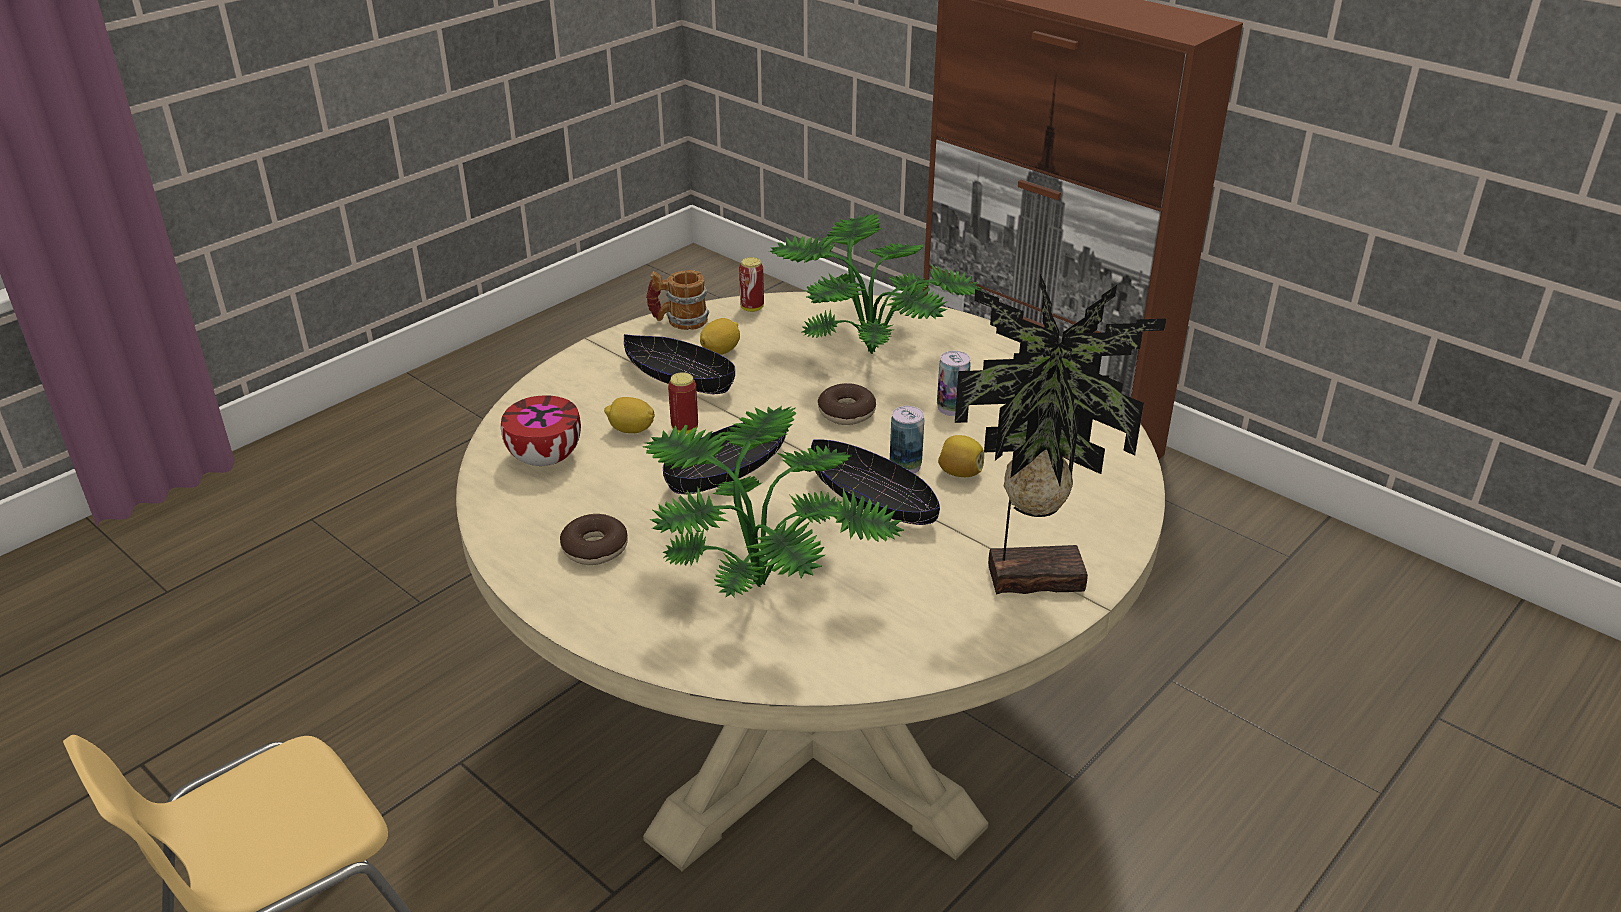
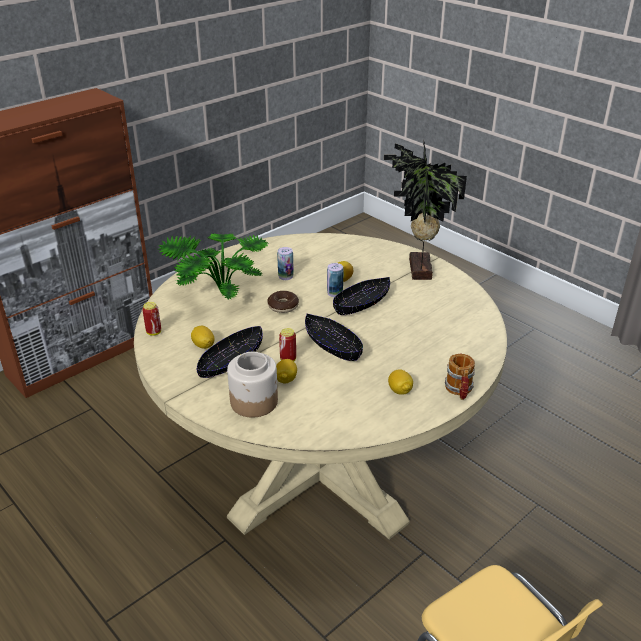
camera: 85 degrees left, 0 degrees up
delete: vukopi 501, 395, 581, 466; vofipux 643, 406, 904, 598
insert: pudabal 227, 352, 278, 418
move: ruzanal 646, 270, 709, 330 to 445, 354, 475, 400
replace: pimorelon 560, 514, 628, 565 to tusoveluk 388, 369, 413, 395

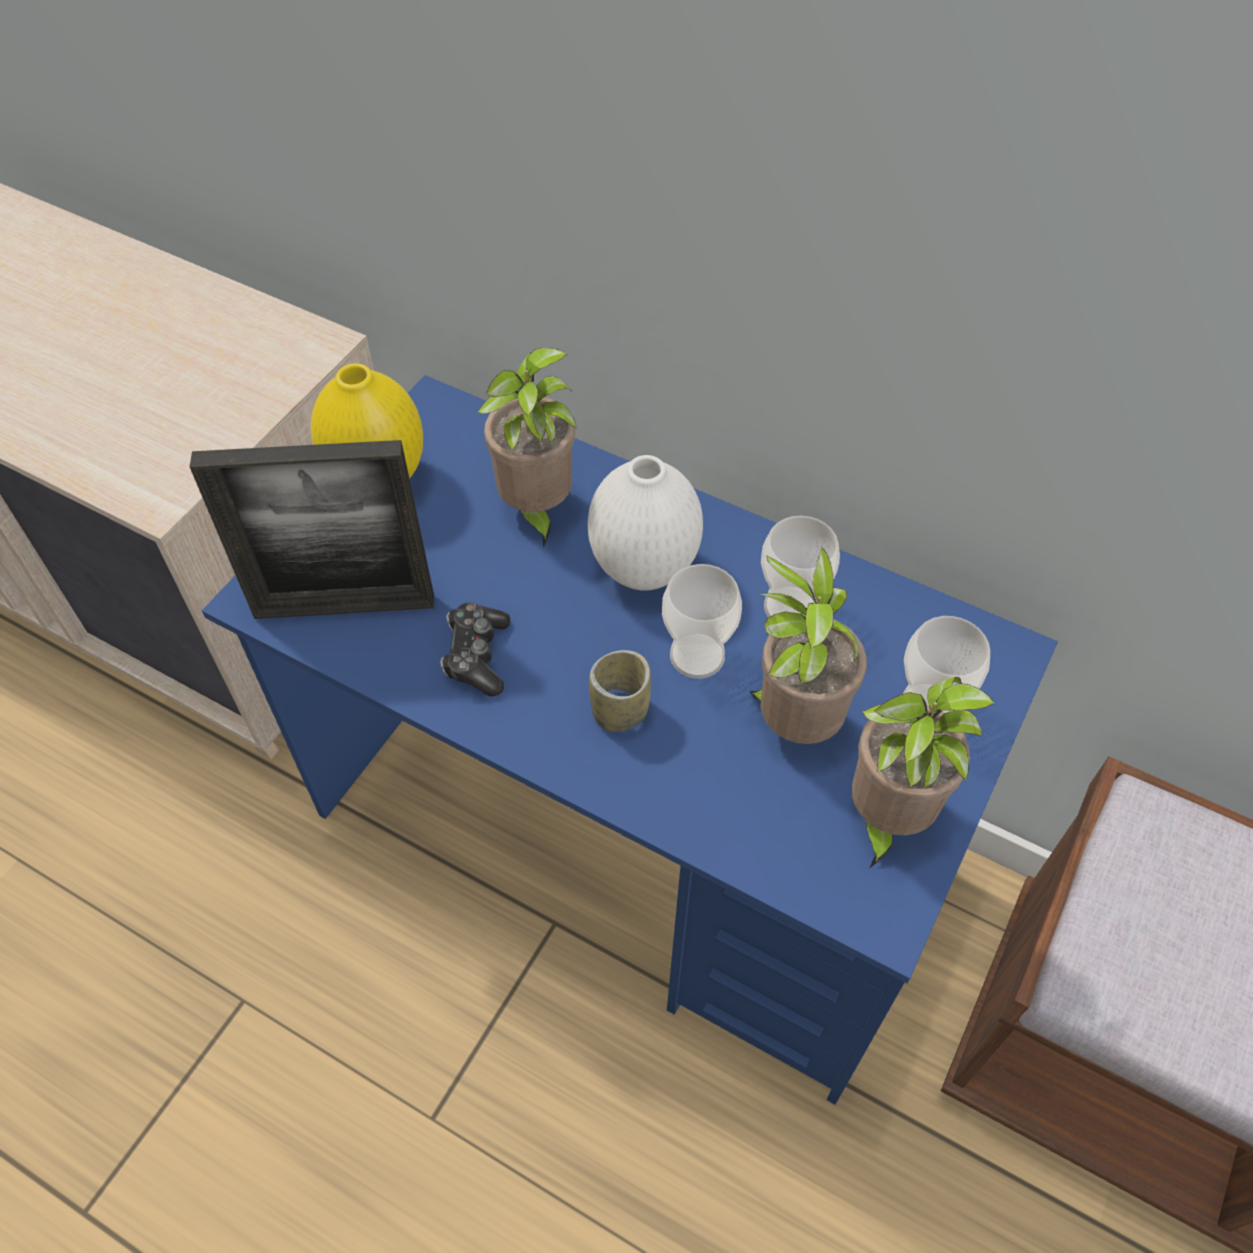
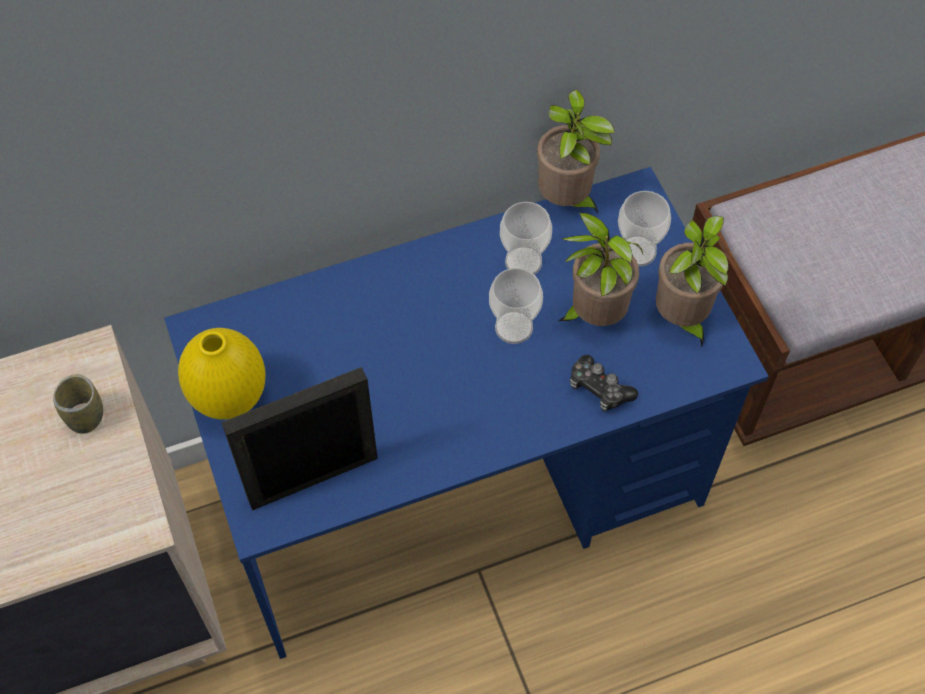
camera: 50 degrees left, 5 degrees up
delete: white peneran 588, 455, 703, 591
move: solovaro 440, 602, 511, 696 to 570, 355, 638, 411; vofipux 477, 348, 577, 548 to 537, 90, 614, 214; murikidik 589, 650, 651, 732 to 53, 374, 103, 434
rotate: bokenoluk 189, 440, 434, 619 = 221, 367, 378, 510 150 degrees counterclockwise

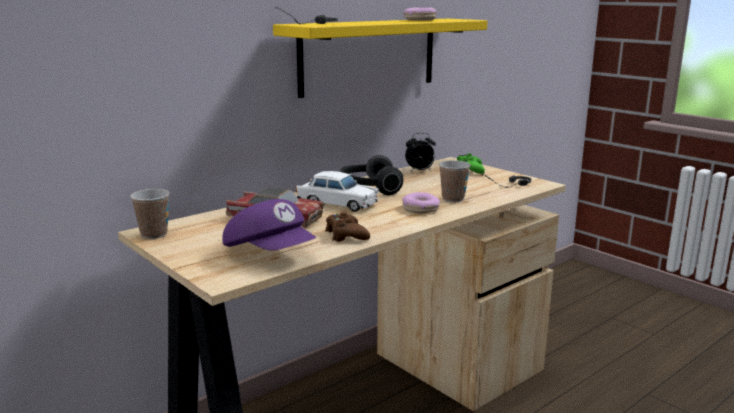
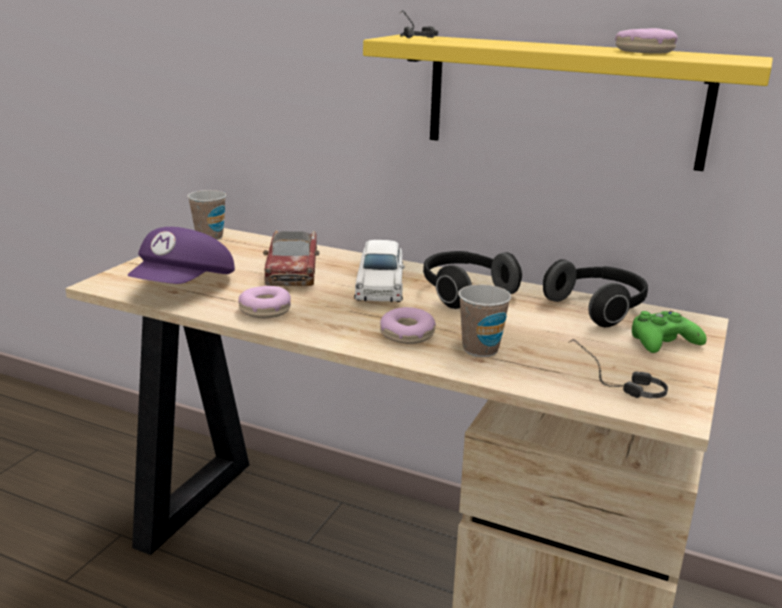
camera: 65 degrees right, 5 degrees up
replace: brown solovaro 325, 212, 370, 242 to pimorelon 238, 286, 291, 318; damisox 405, 133, 436, 171 to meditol 543, 259, 648, 327

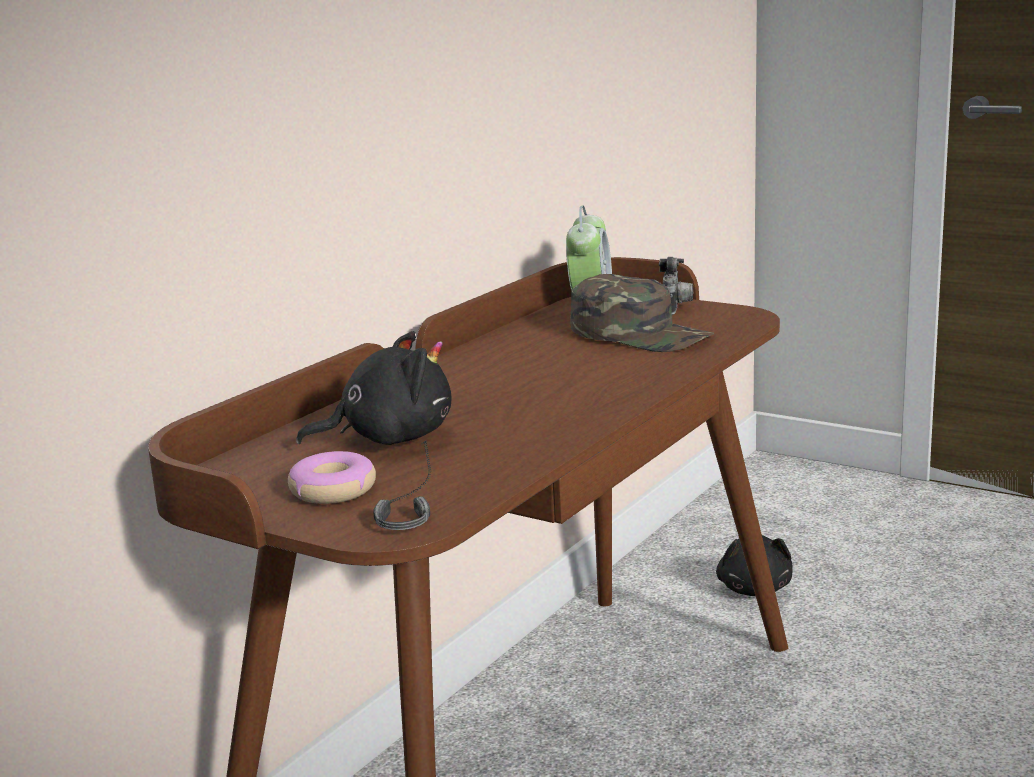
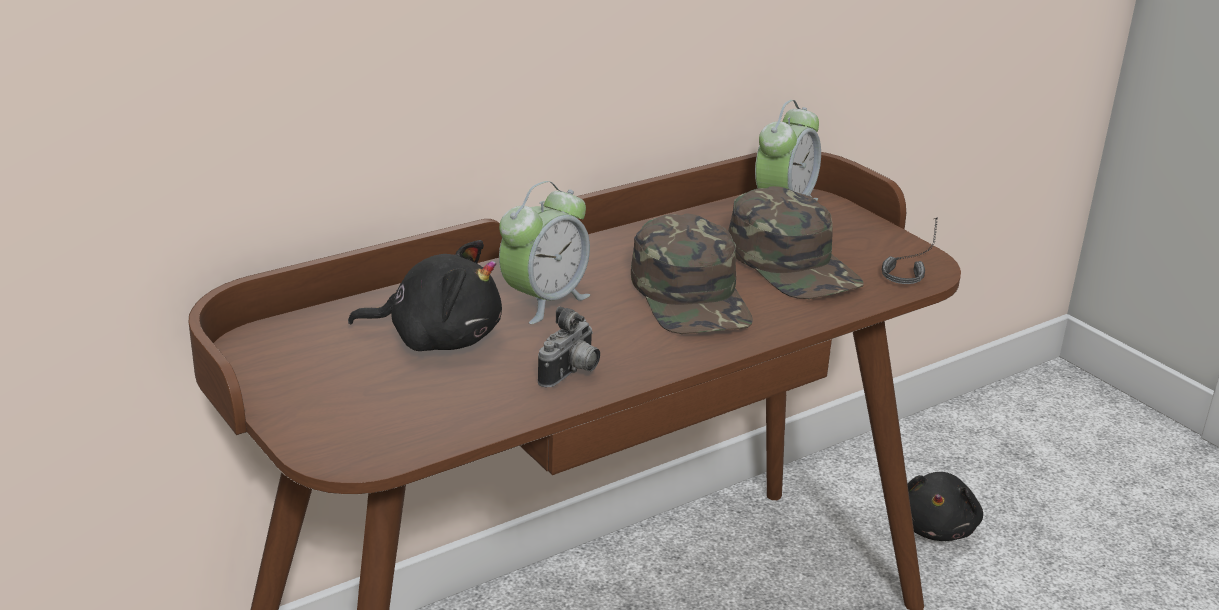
camera: 20 degrees right, 10 degrees up
delete: pimorelon 288, 451, 376, 504
insert: damisox 499, 181, 590, 324; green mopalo 631, 214, 753, 334
move: meditol 373, 441, 431, 530 to 882, 217, 938, 284; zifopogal 659, 257, 694, 315 to 538, 306, 600, 387

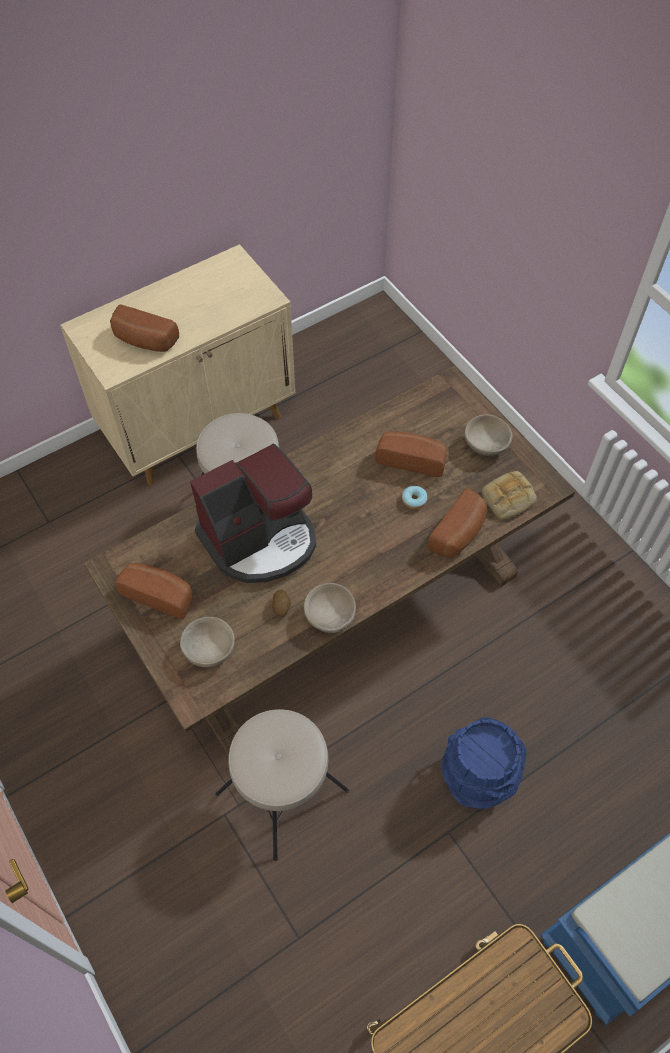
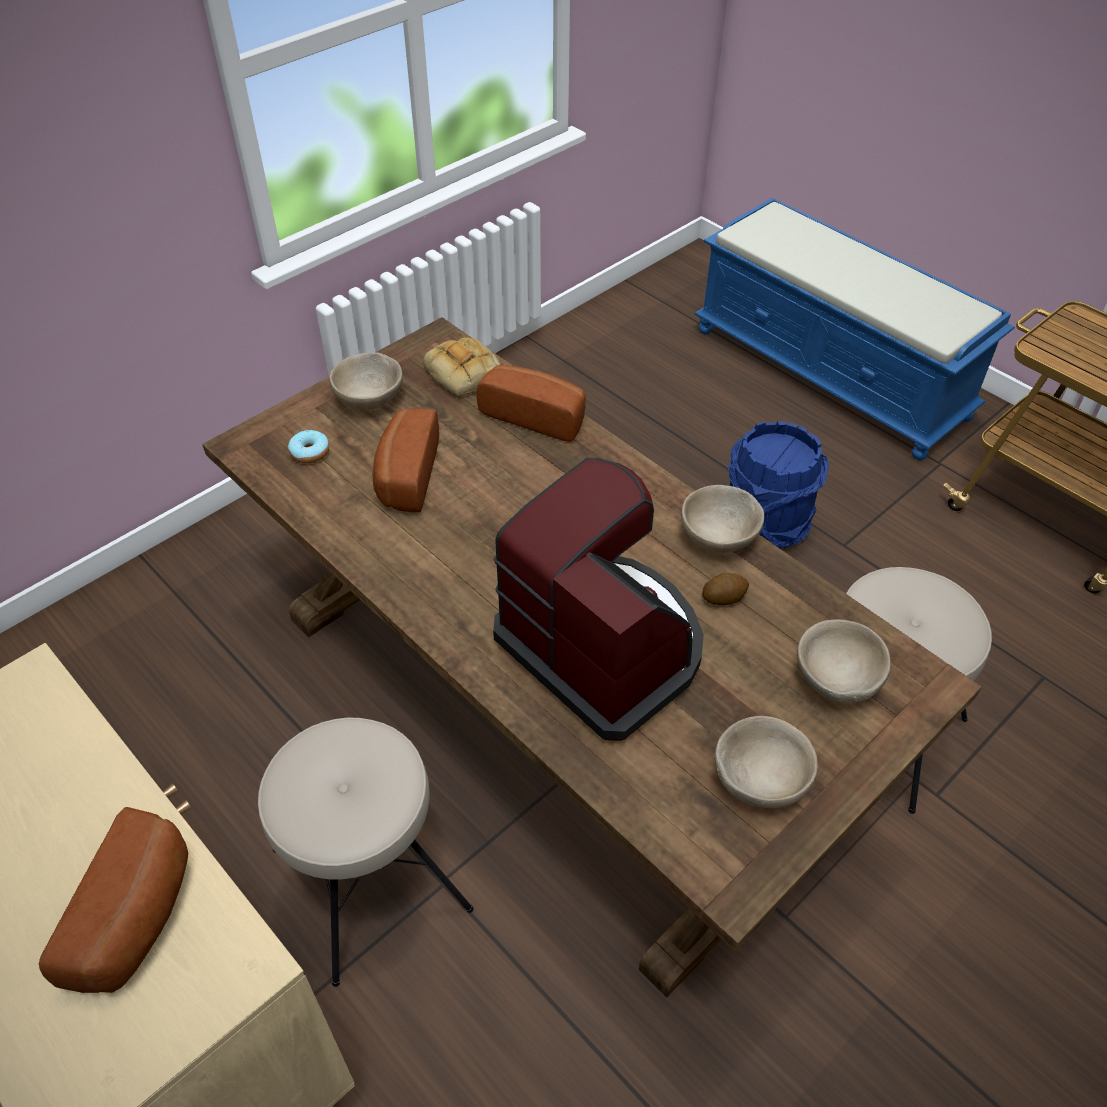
camera: 100 degrees left, 10 degrees down
move: pimorelon 402, 486, 427, 509 to 288, 430, 329, 464
replace: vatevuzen 115, 563, 192, 619 to beige vukopi 714, 716, 818, 808

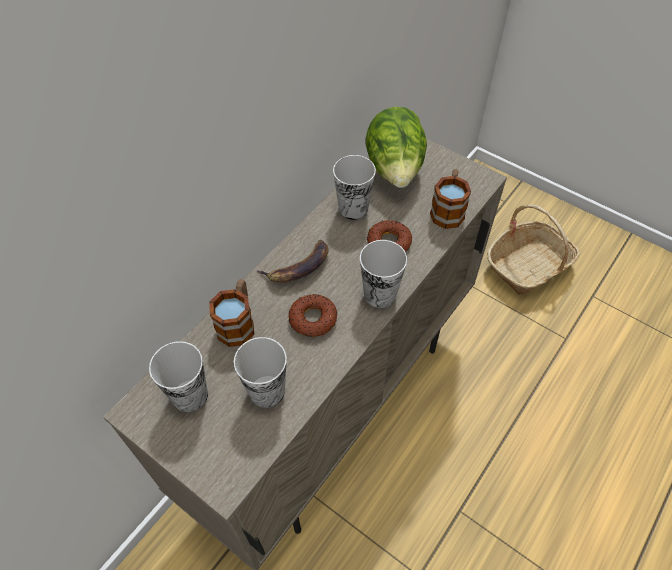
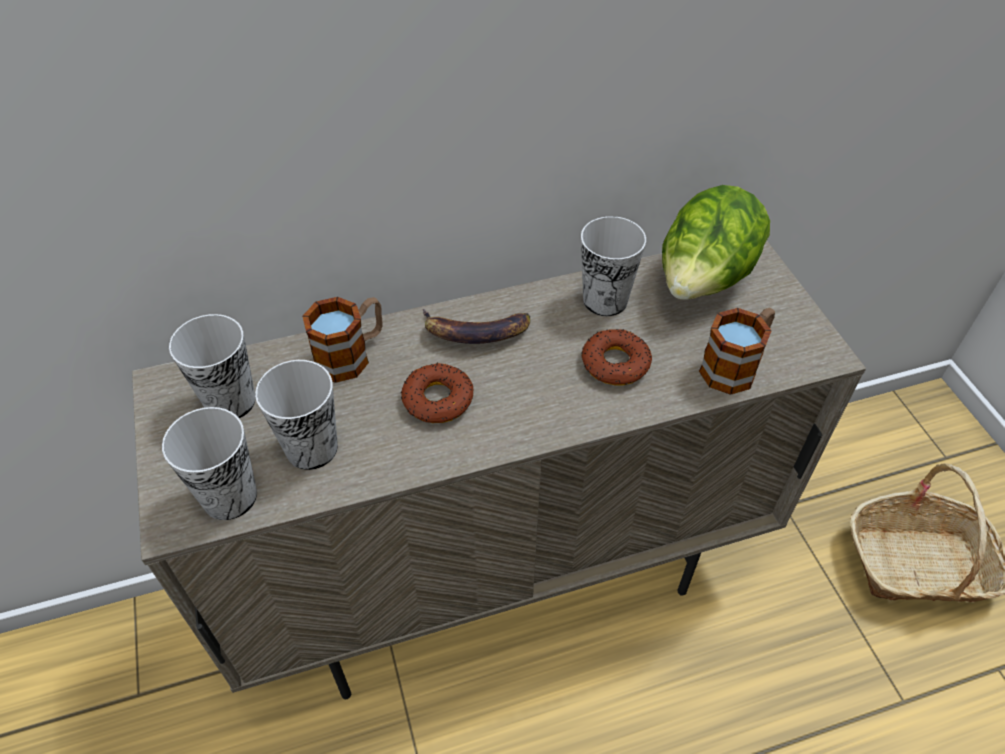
camera: 35 degrees right, 5 degrees down
move: murikidik 360, 240, 407, 308 to 162, 407, 257, 520

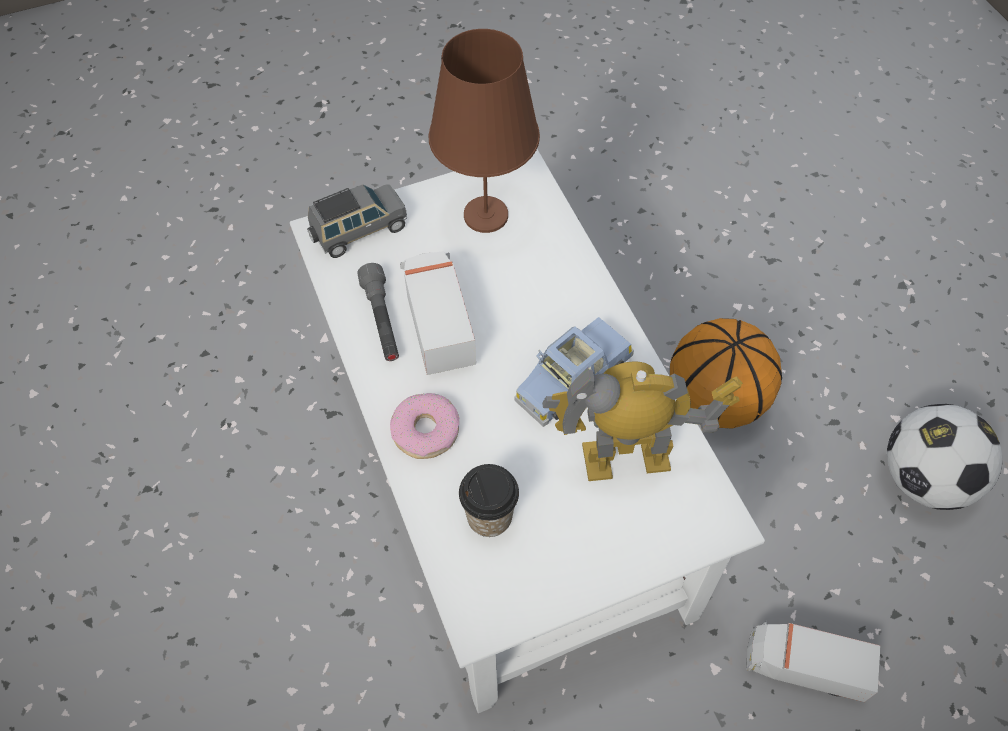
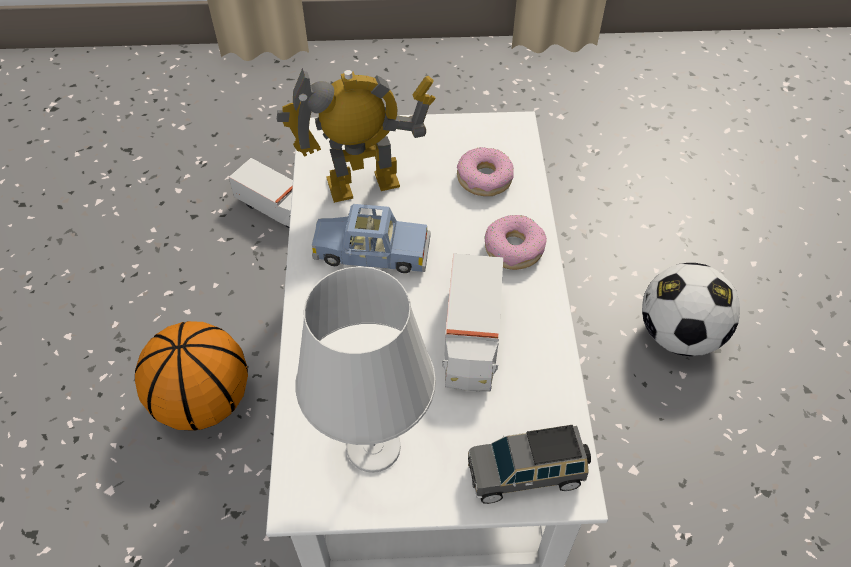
camera: 160 degrees left, 5 degrees down
delete: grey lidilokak 357, 263, 399, 361
move: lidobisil 887, 404, 1002, 510 to 642, 263, 740, 356
replace: murikidik 459, 464, 519, 537 to pimorelon 457, 147, 514, 196
recolor: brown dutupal 428, 29, 540, 233 to white dutupal 296, 267, 436, 473
rotate: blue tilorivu 514, 317, 634, 427 = 312, 204, 430, 273 150 degrees counterclockwise; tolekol 542, 361, 742, 481 = 277, 68, 436, 203 150 degrees clockwise

